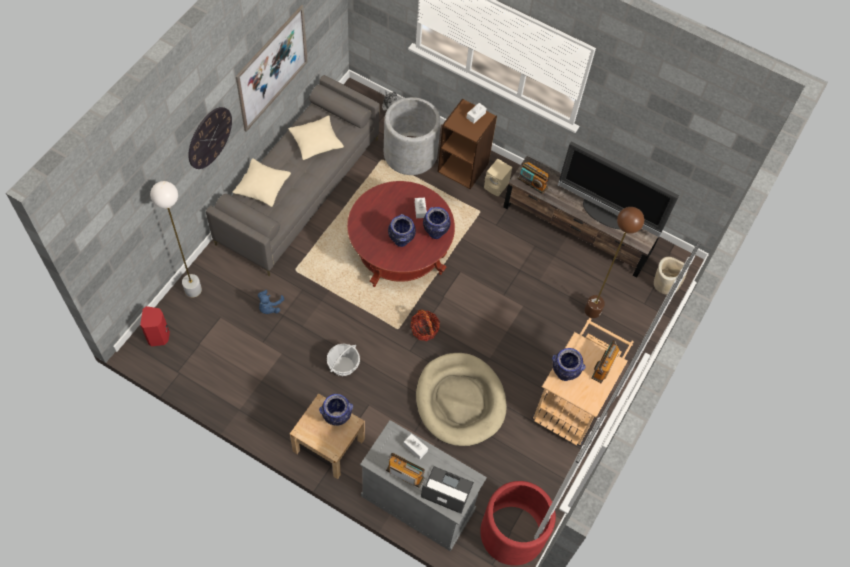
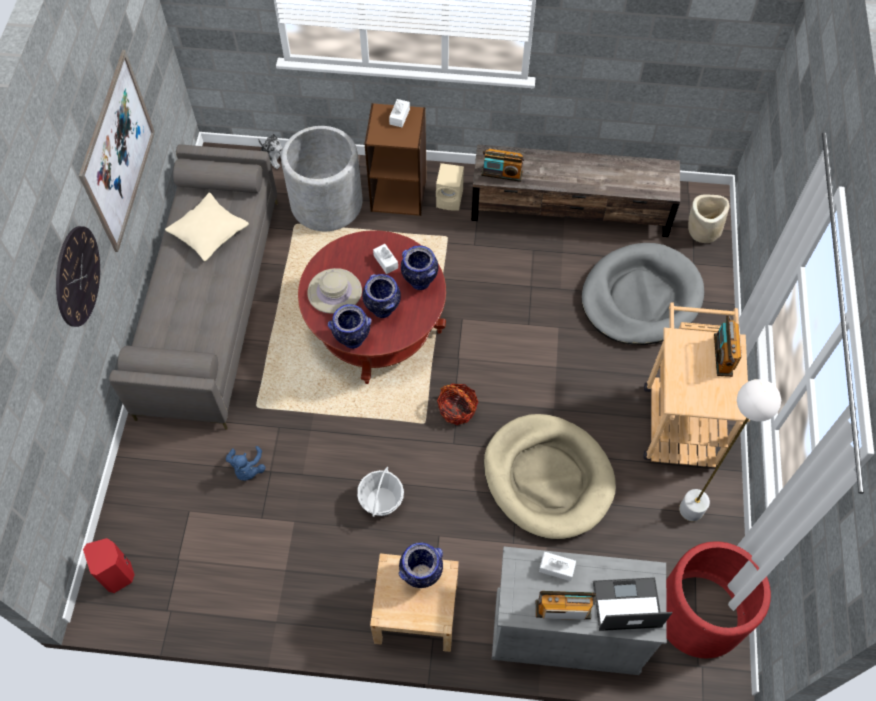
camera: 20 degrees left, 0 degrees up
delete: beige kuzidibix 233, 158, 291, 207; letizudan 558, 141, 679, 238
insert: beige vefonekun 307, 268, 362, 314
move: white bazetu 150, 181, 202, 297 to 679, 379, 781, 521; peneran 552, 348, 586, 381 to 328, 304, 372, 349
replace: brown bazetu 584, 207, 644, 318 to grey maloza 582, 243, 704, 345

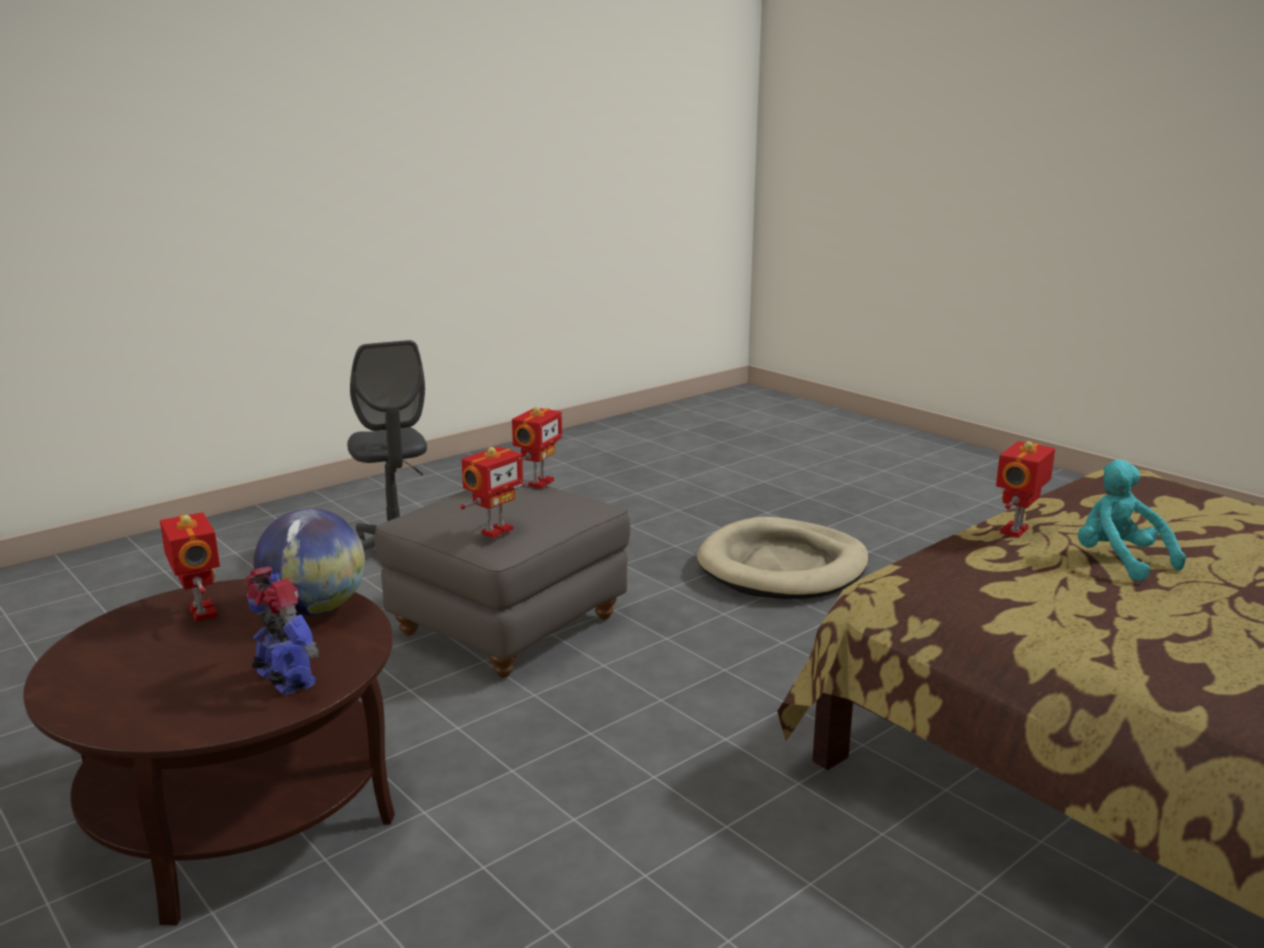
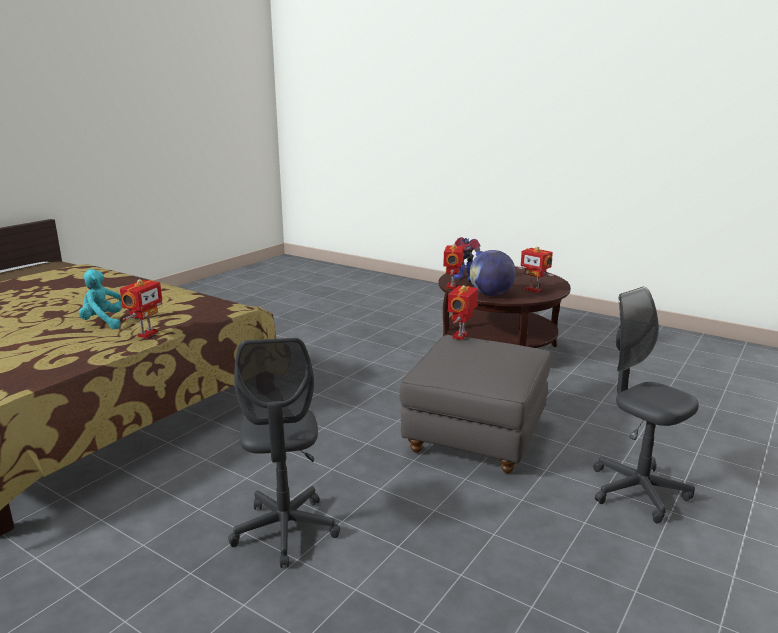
camera: 165 degrees right, 0 degrees up
move: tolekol 512, 407, 562, 489 to 443, 244, 464, 289
replace: beige maloza 697, 517, 869, 599 to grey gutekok 228, 338, 340, 568
rotate: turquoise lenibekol 1078, 460, 1186, 581 = 79, 269, 138, 329 150 degrees clockwise

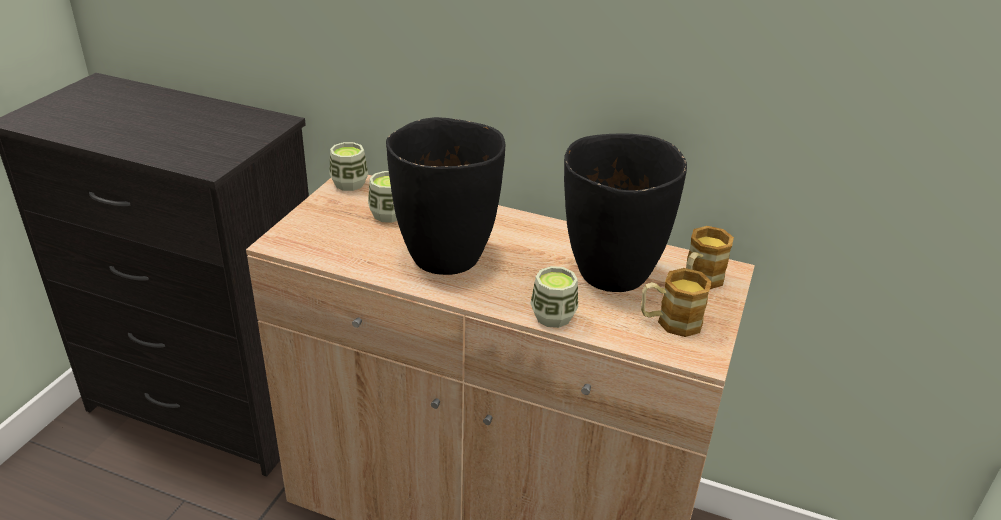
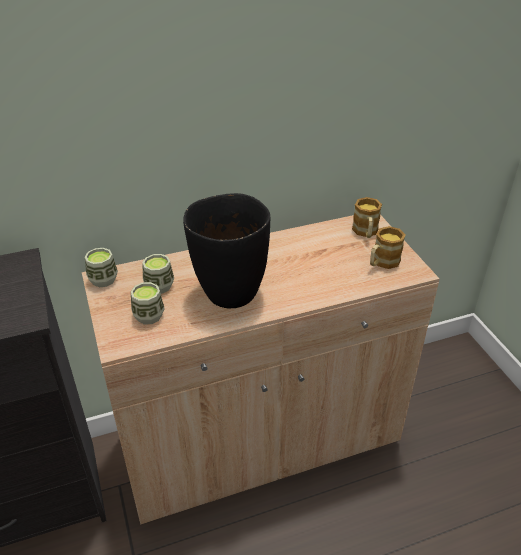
camera: 40 degrees left, 5 degrees up
delete: black peneran 564, 134, 687, 292
move: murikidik 530, 266, 578, 328 to 131, 282, 165, 324

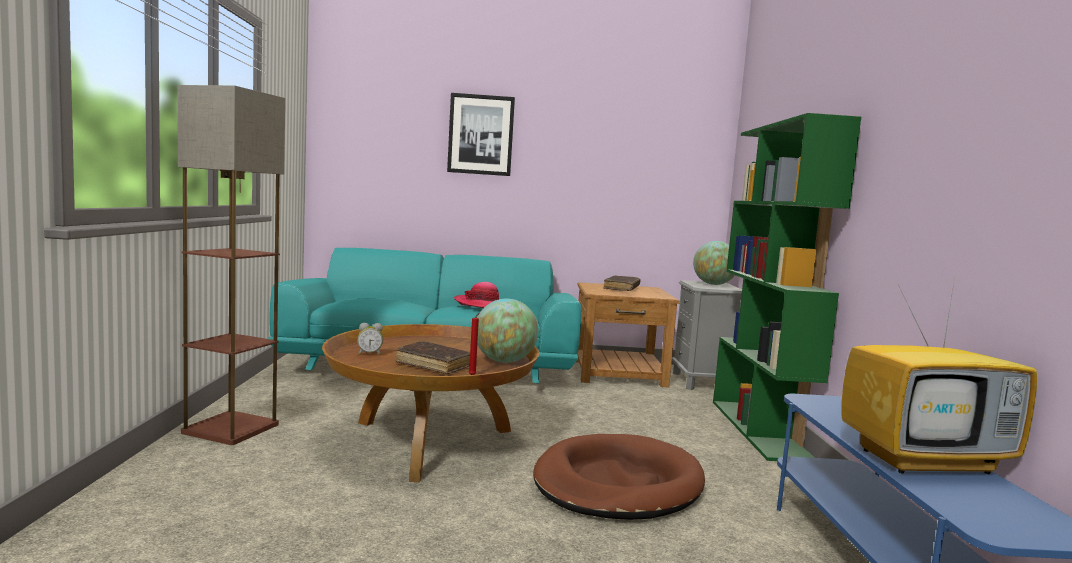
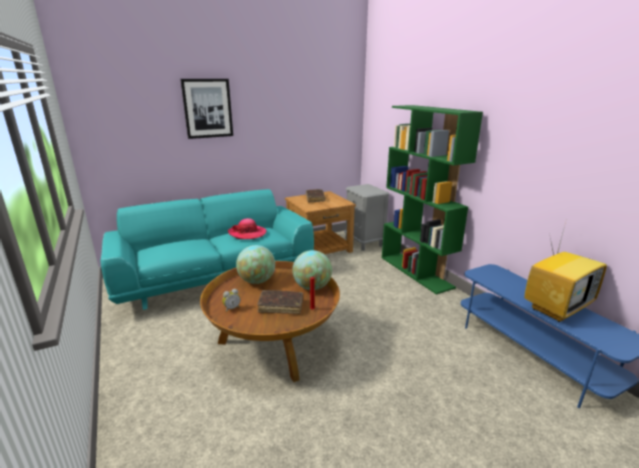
camera: 25 degrees left, 15 degrees up
delete: bazetu 177, 85, 285, 445; brown maloza 533, 434, 705, 520
move: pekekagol 693, 241, 735, 285 to 236, 245, 275, 284

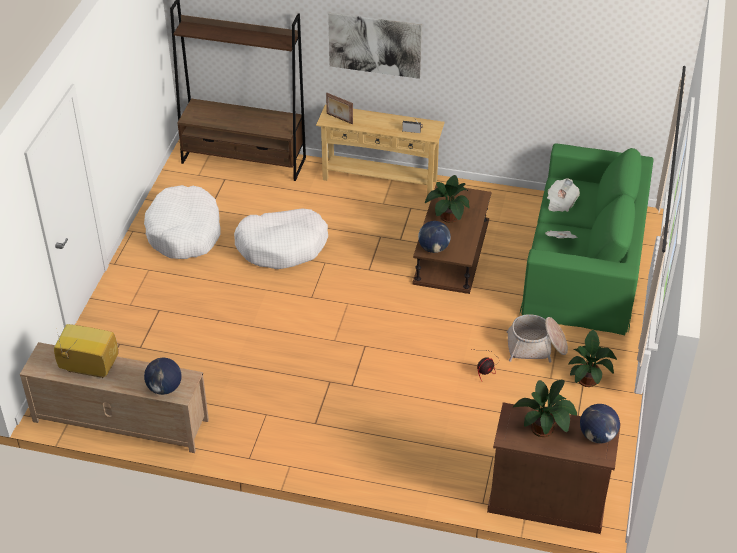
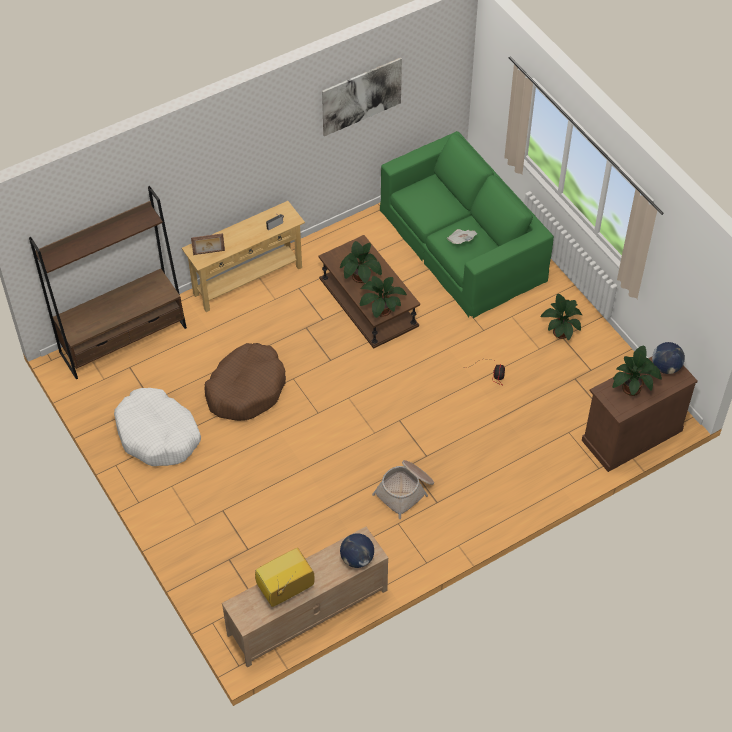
camera: 45 degrees left, 10 degrees up
delete: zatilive 547, 178, 580, 212
move: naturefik 328, 13, 422, 79 to 322, 58, 402, 136; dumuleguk 507, 314, 568, 363 to 372, 460, 434, 519
replace: pekekagol 418, 221, 451, 253 to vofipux 360, 276, 407, 318
recolor: white maloza 234, 208, 328, 269 to brown maloza 204, 343, 286, 421

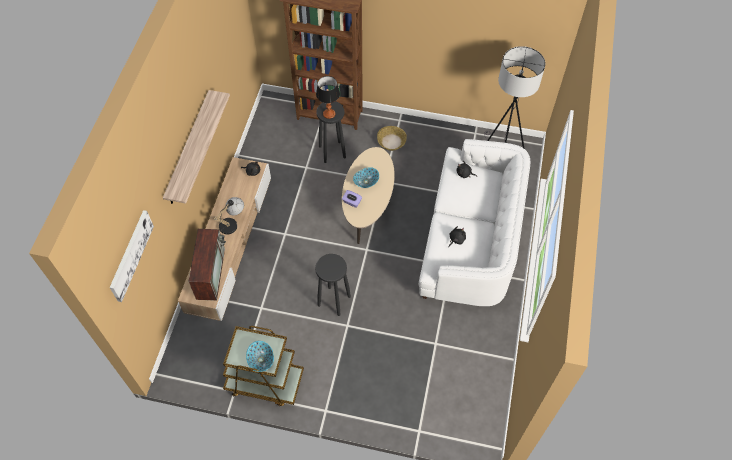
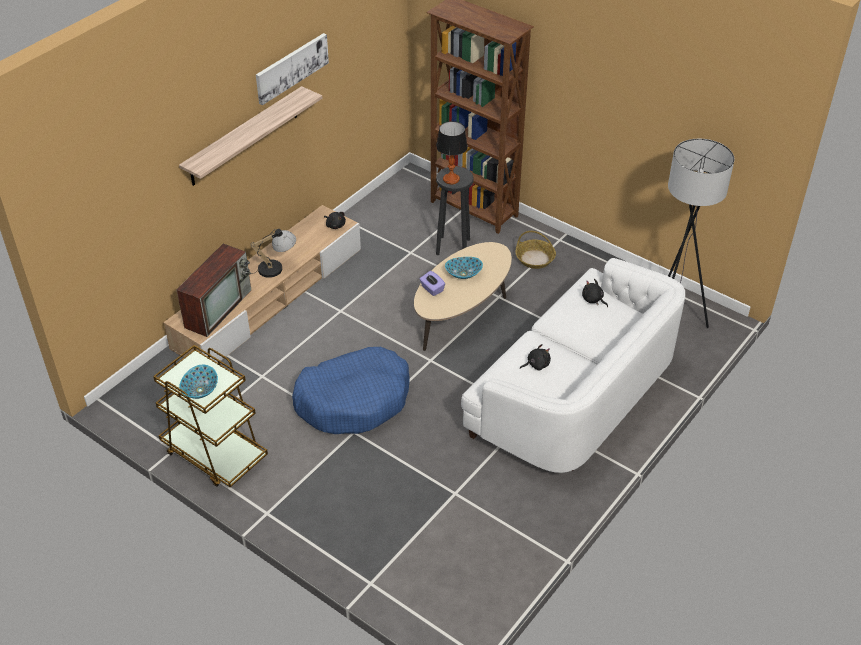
camera: 25 degrees right, 15 degrees down
move: naturefik 110, 210, 154, 302 to 256, 33, 329, 105
replace: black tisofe 315, 254, 351, 316 to blue maloza 292, 347, 410, 434

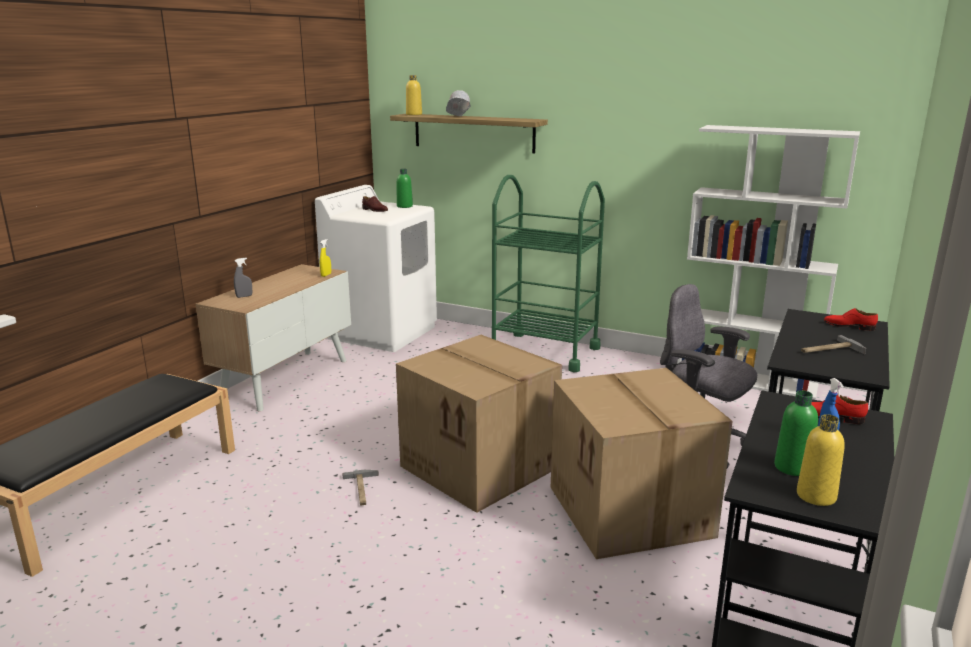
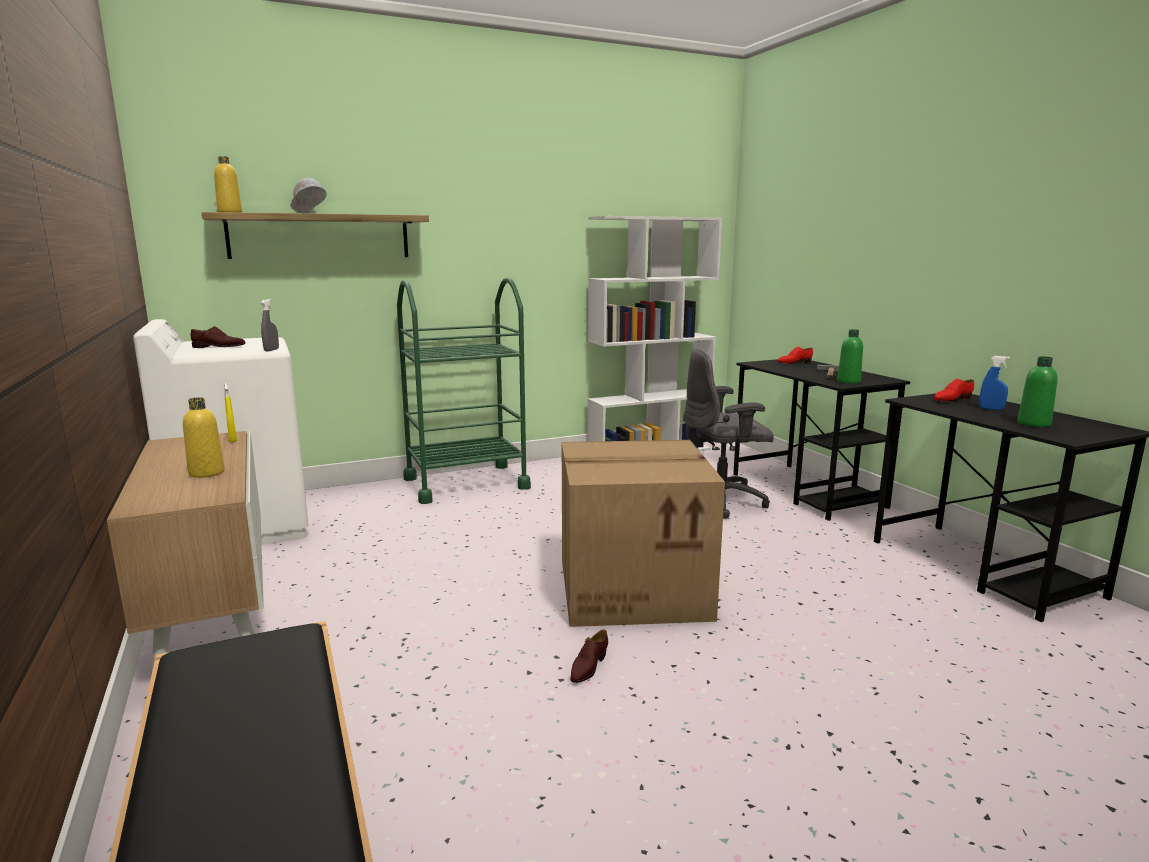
camera: 50 degrees left, 5 degrees down
delete: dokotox 551, 368, 733, 559
move: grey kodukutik 234, 258, 252, 298 to 261, 299, 279, 351; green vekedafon 397, 169, 413, 208 to 837, 329, 863, 383; yellow vekedafon 797, 414, 845, 506 to 183, 397, 225, 478
replace: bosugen 342, 470, 379, 505 to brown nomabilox 570, 630, 608, 683

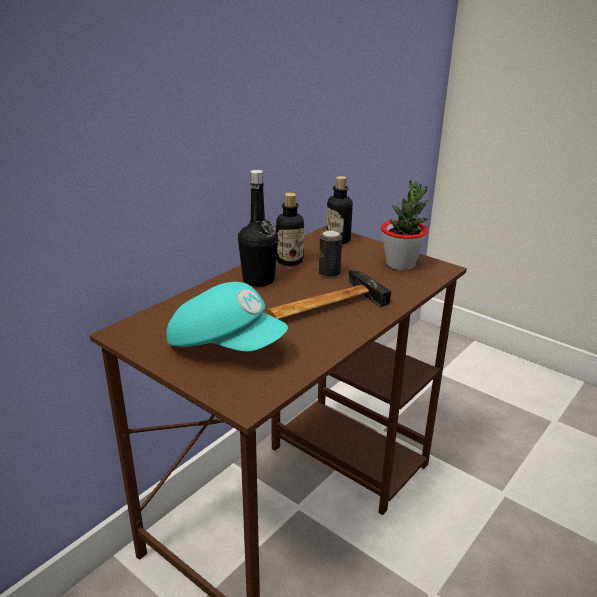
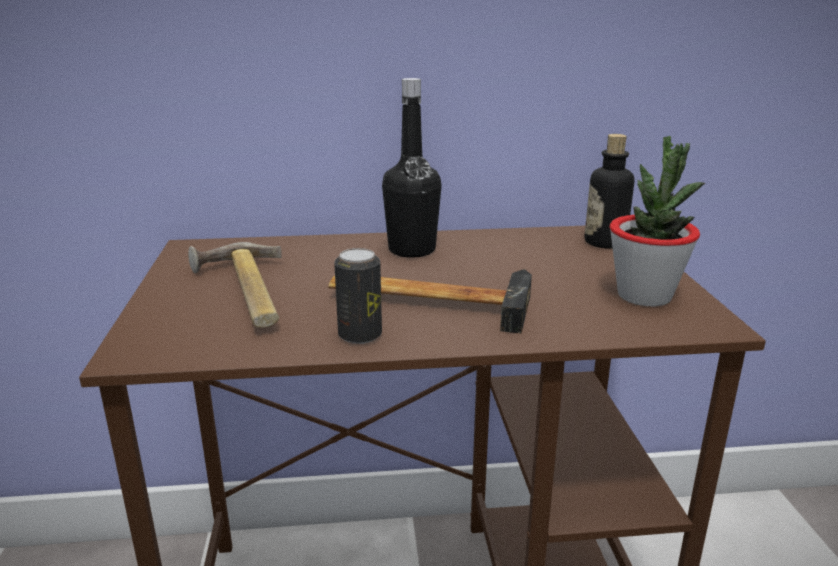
camera: 45 degrees right, 5 degrees down
delete: vekedafon 276, 193, 304, 266
move: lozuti 319, 230, 342, 278 to 334, 248, 382, 344
replace: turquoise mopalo 167, 282, 288, 352 to bosugen 188, 242, 282, 328

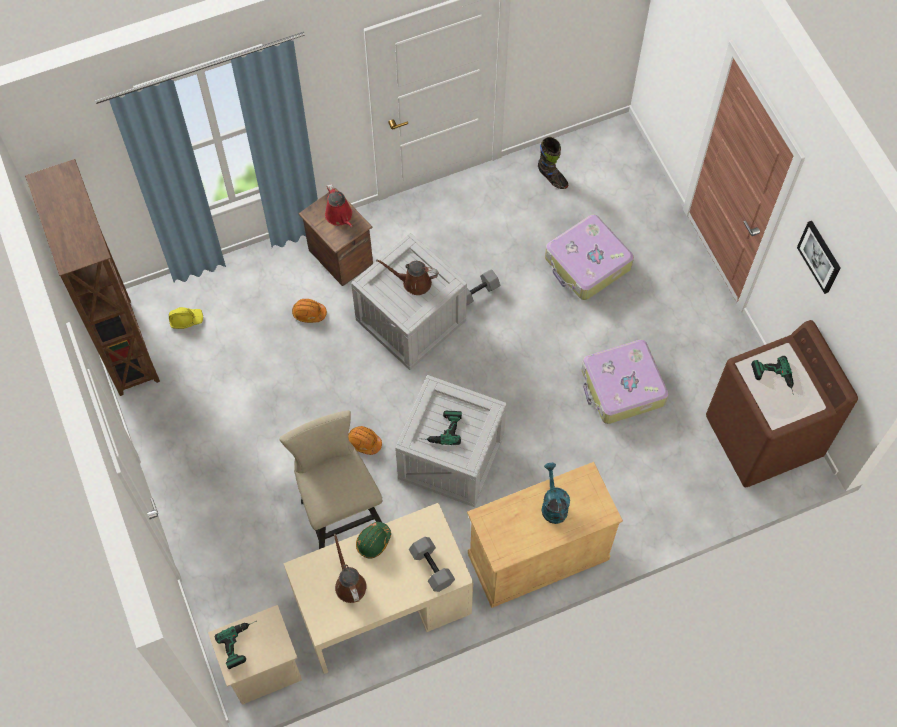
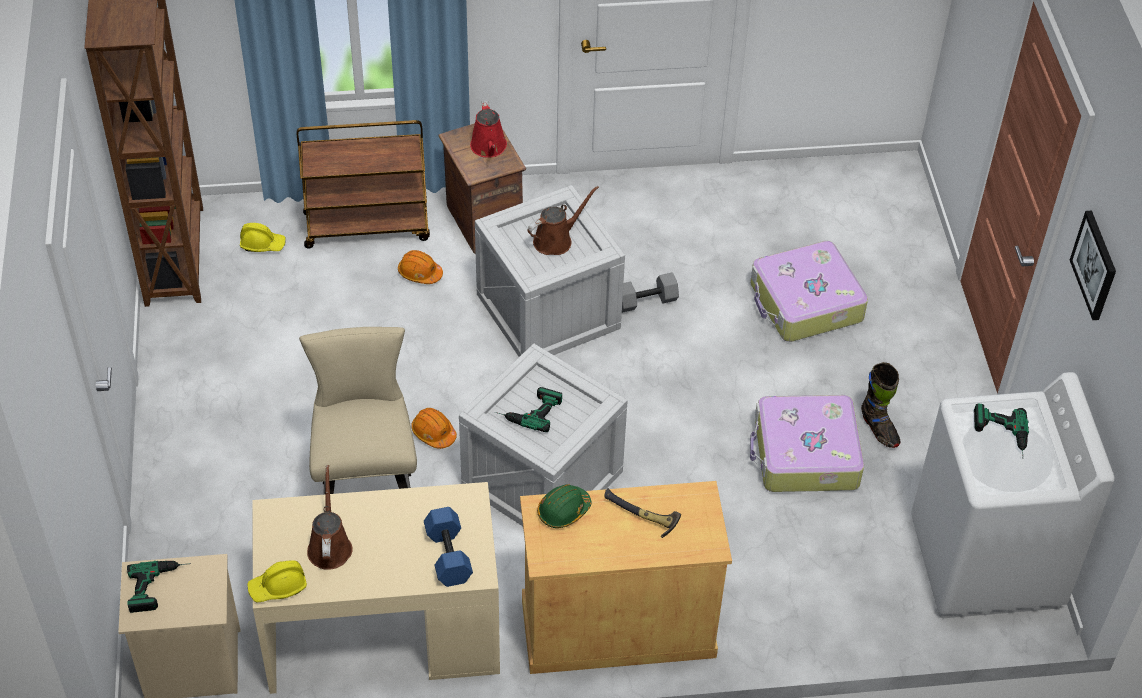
camera: 15 degrees right, 15 degrees down
insert: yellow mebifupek 247, 560, 307, 603; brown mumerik 297, 120, 430, 248
move: green mebifupek 356, 522, 391, 558 to 537, 484, 591, 528; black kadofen 538, 137, 568, 189 to 861, 362, 900, 448
replace: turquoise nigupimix 542, 463, 570, 524 to bosugen 605, 488, 681, 538
recolor: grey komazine 409, 537, 455, 592 to blue komazine 424, 507, 473, 587; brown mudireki 706, 320, 858, 488 to white mudireki 911, 372, 1115, 618
rotate: brown nigupimix 376, 259, 439, 295 = 528, 186, 599, 255 120 degrees clockwise

